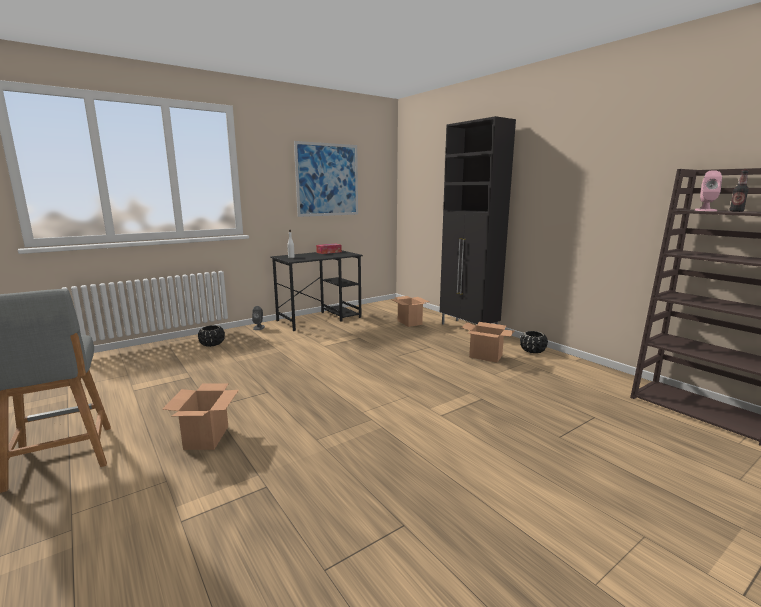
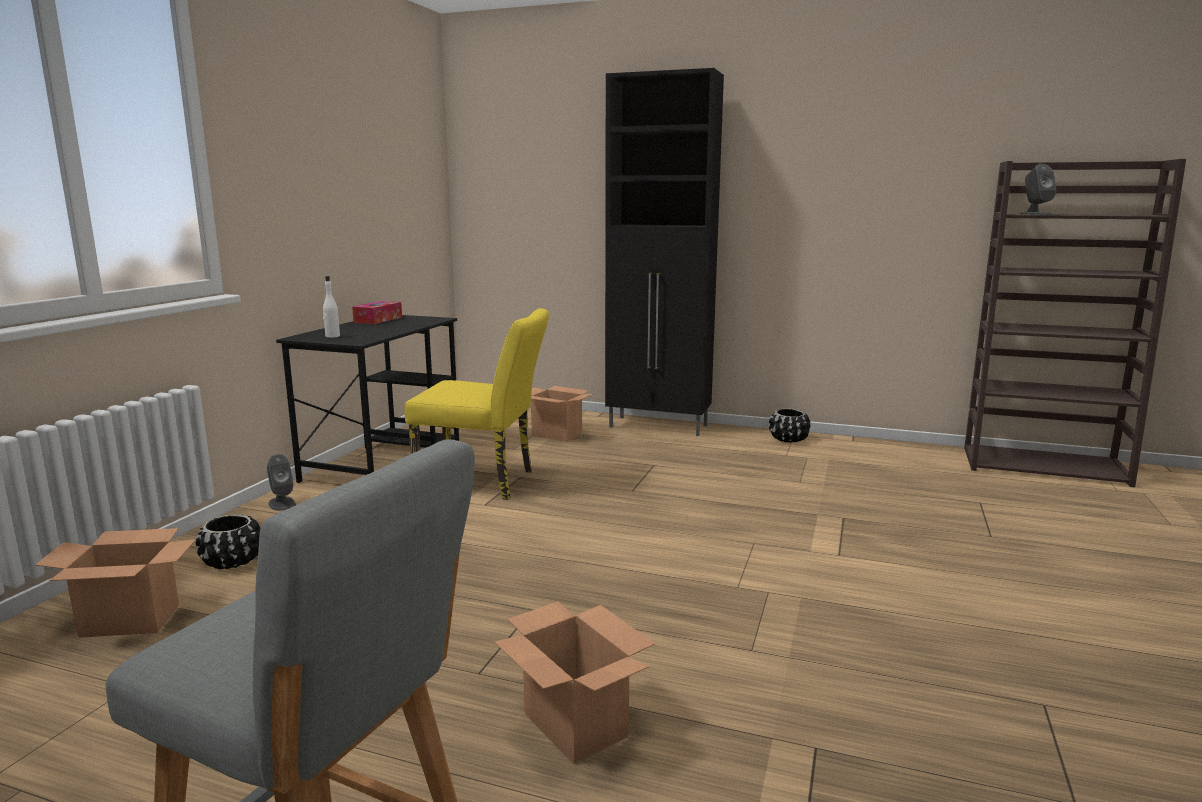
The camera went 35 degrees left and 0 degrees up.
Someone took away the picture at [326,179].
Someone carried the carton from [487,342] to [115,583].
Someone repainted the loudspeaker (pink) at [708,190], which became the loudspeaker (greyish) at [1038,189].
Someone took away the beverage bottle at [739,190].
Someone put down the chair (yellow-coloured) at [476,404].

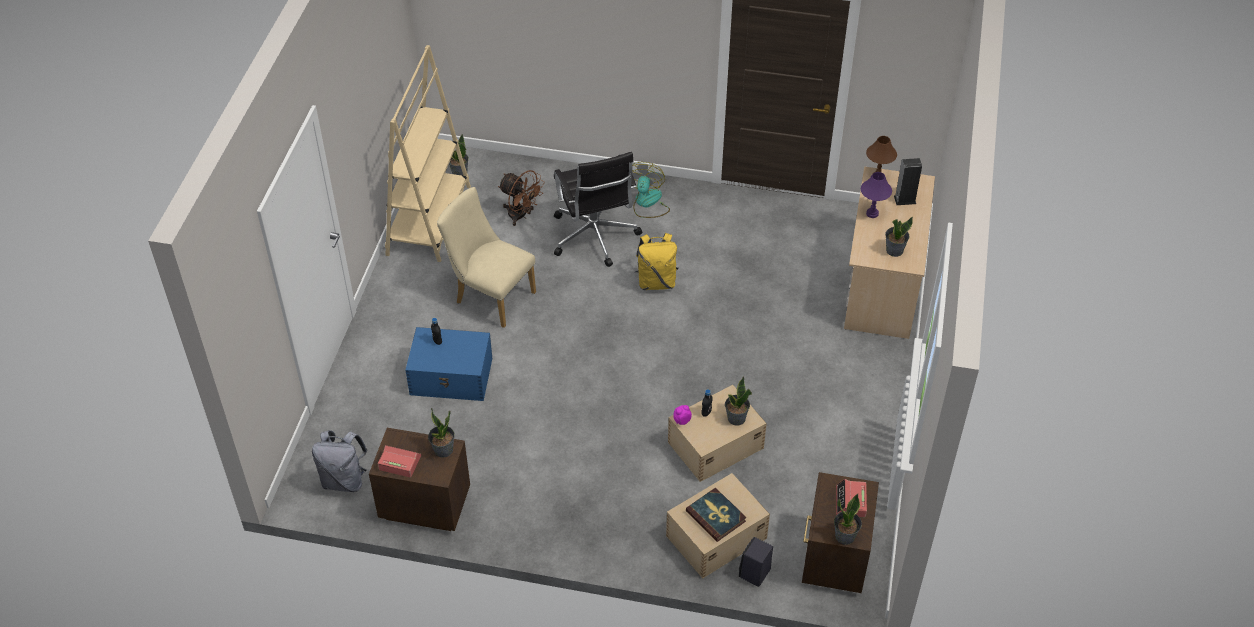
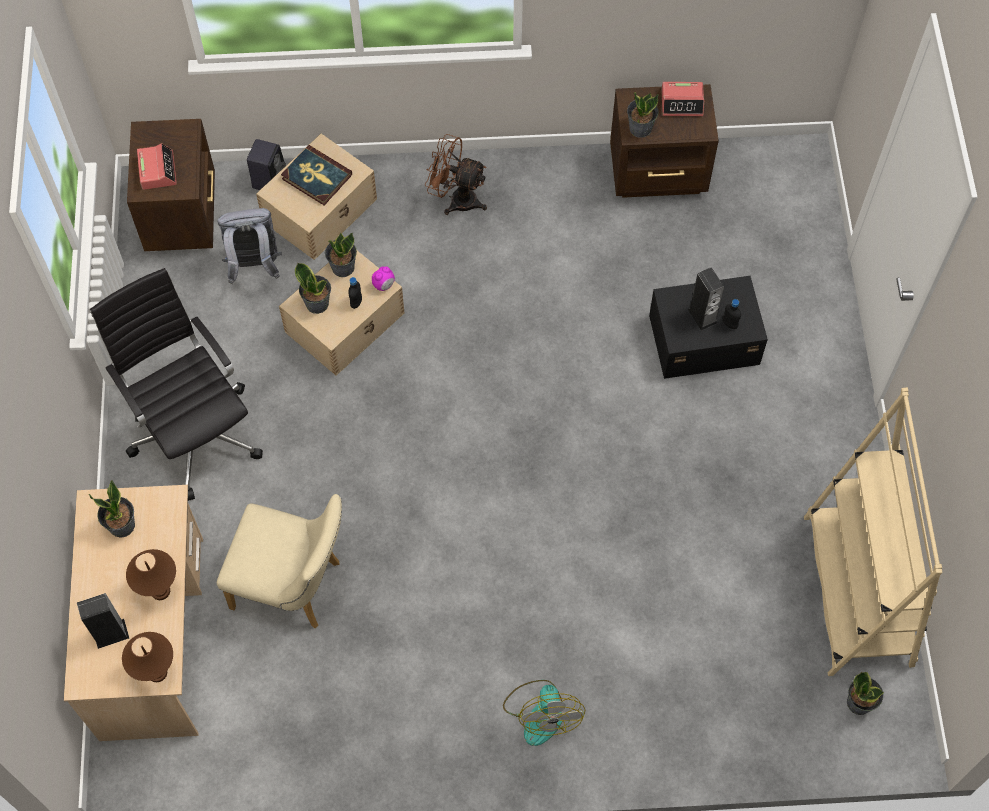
The camera went 165 degrees right and 15 degrees up.
Someone carried the rucksack (greyish) from [340,461] to [250,246].
Someone repainted the storage container (blue) at [448,364], which became the storage container (blackish) at [708,327].
Someone carried the chair (sand-coloured) from [486,257] to [279,561].
Someone carried the electric fan (brown) from [521,198] to [456,174].
Someone carried the desk chair (blackish) from [598,209] to [176,384].
Someone took away the rucksack (yellow-coloured) at [656,261].
Someone carried the potted plant from [848,519] to [341,255].
Someone repainted the table lamp (purple-coloured) at [876,195], which became the table lamp (brown) at [151,574].
Someone put down the loudspeaker at [706,299].

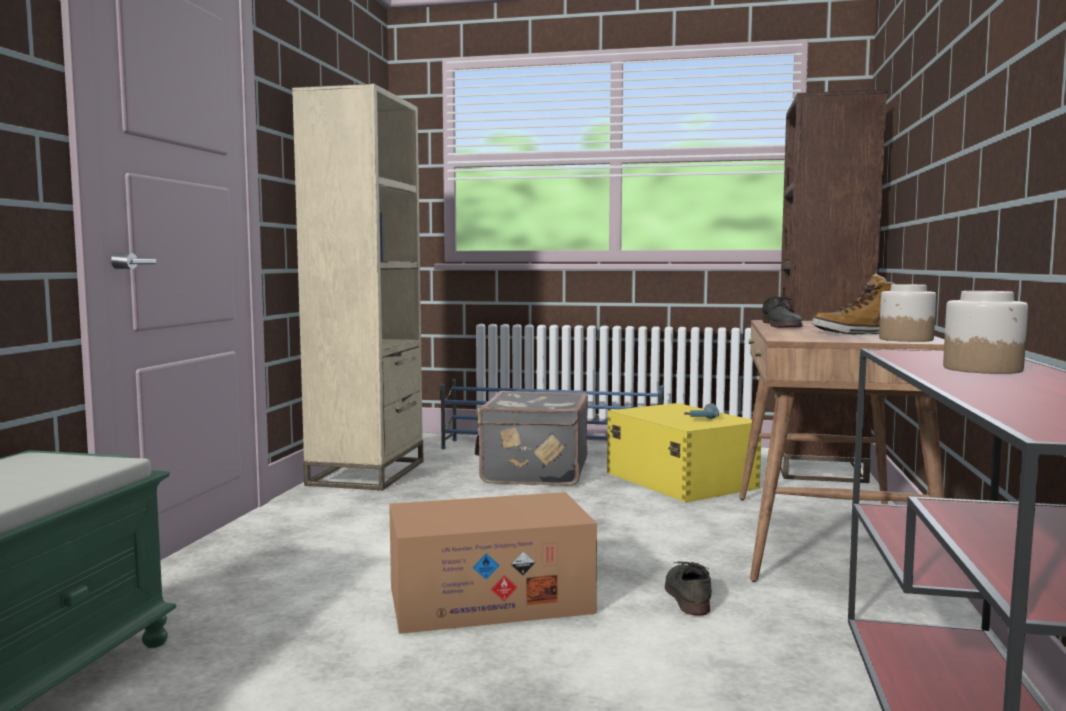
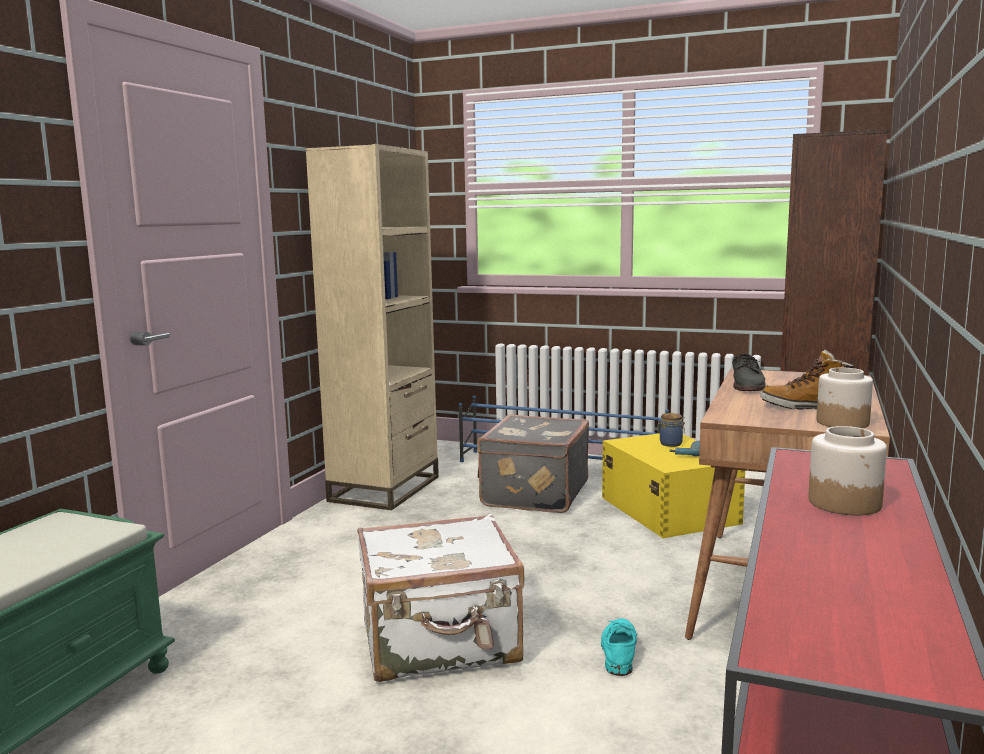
The camera went 10 degrees right and 5 degrees up.
Someone swapped the carton at [493,563] for the suitcase (white-coloured) at [441,598].
Someone repainted the item of footwear (greyish) at [688,588], which became the item of footwear (turquoise) at [619,647].
Someone put down the storage jar at [672,430].

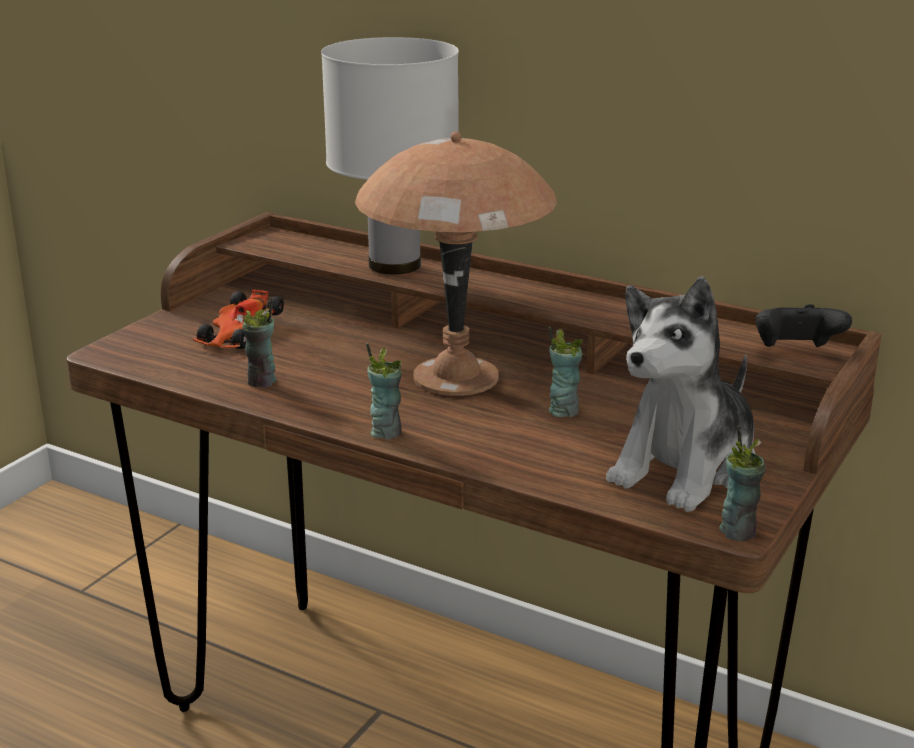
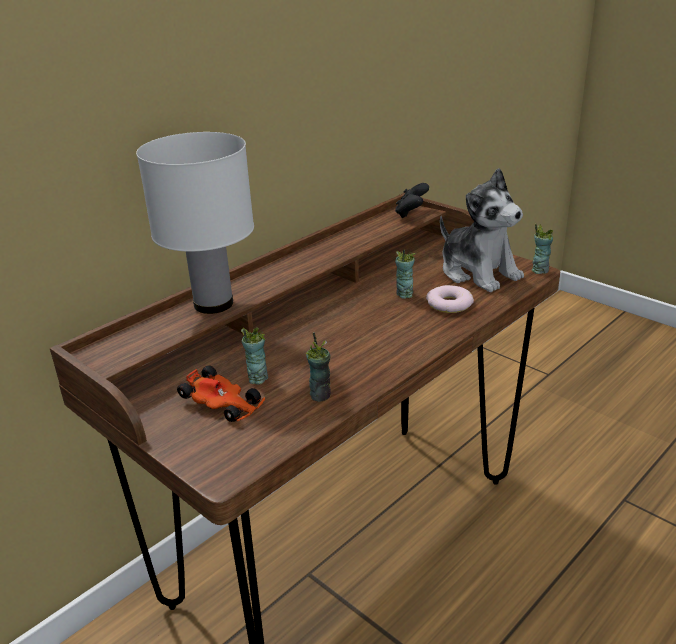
The camera went 75 degrees left and 5 degrees up.
Someone took away the table lamp (brown) at [456,264].
Someone carried the cup from [384,391] to [254,356].
Someone put down the doughnut at [450,299].

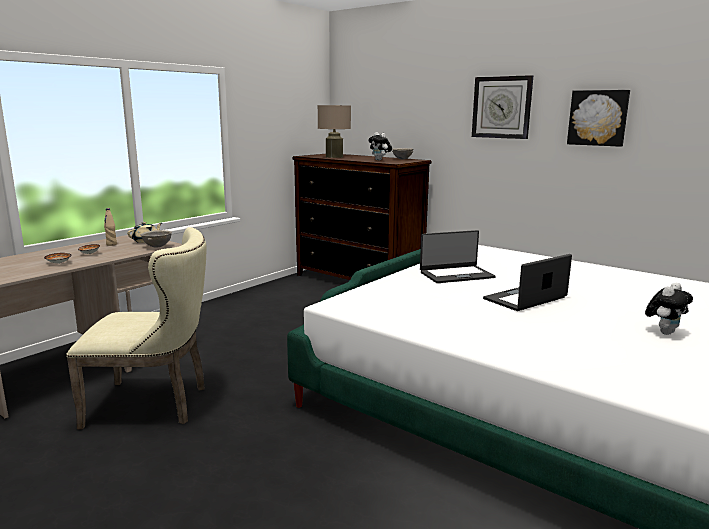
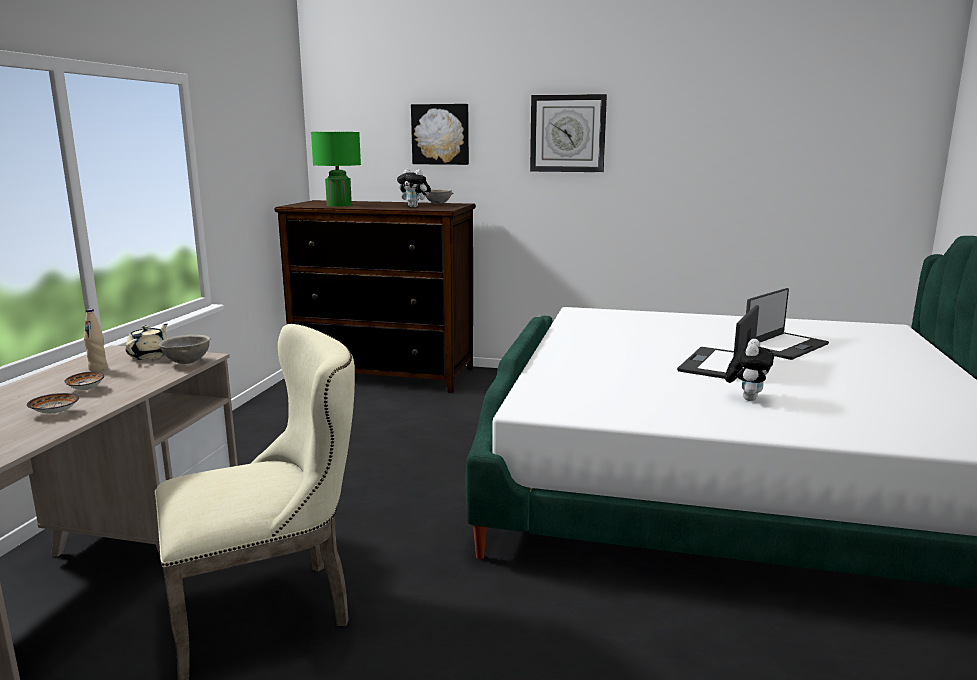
The camera went 25 degrees left and 0 degrees up.
Someone repainted the table lamp (sand-coloured) at [334,131], which became the table lamp (greenish) at [336,169].
Someone carried the notebook computer from [457,256] to [787,324].
Someone carried the picture from [598,118] to [440,134].
Someone carried the soft toy from [669,309] to [749,370].

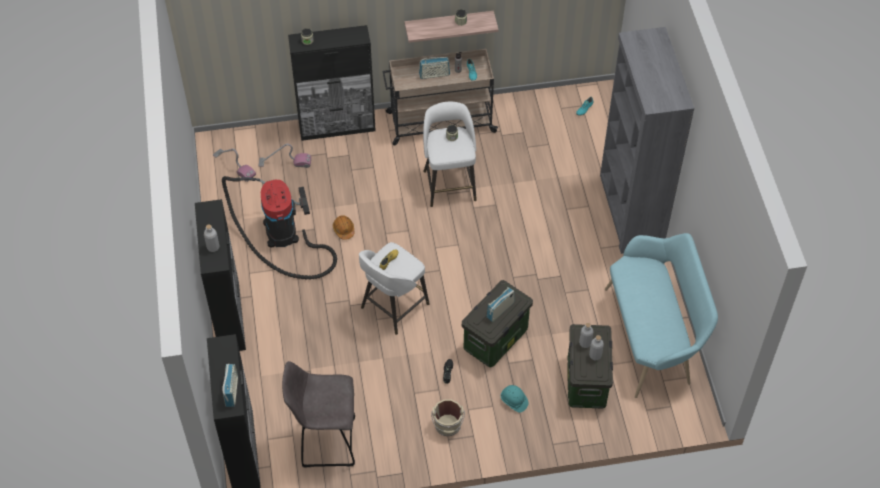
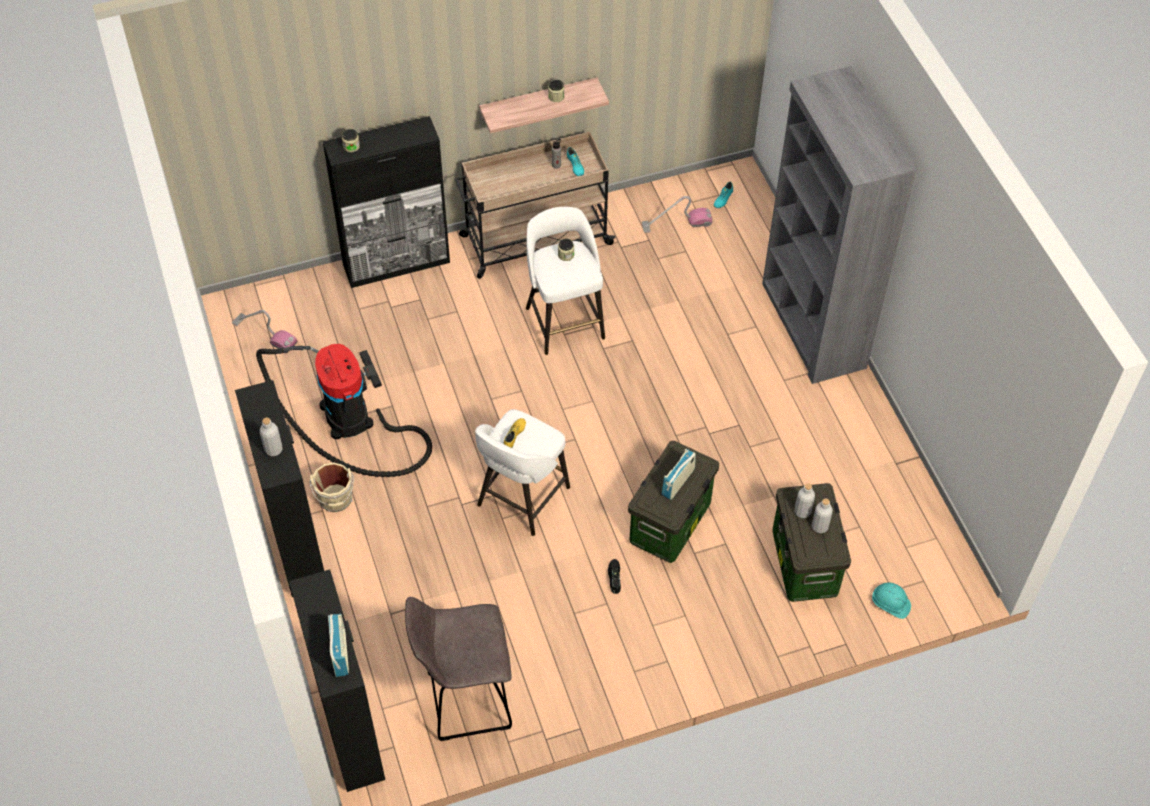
The camera went 10 degrees left and 0 degrees up.
Someone carried the vacuum cleaner from [285,156] to [677,214].
Someone took away the hard hat (orange-coloured) at [344,227].
Someone took away the radio receiver at [434,68].
Someone carried the water bucket (sand-coloured) from [448,417] to [332,487].
Someone carried the hard hat (turquoise) from [515,399] to [891,601].
Someone took away the indoor bench (turquoise) at [661,315].

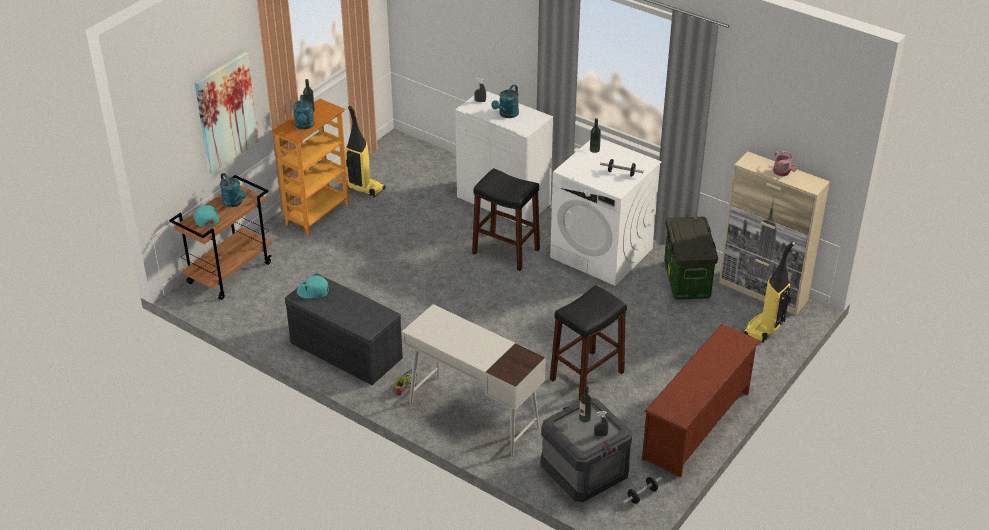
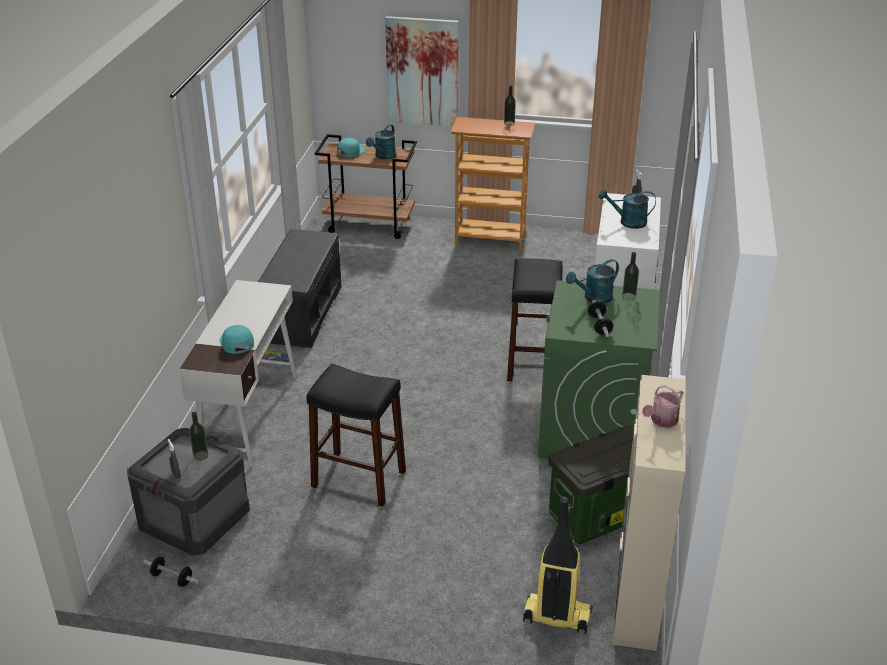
The camera went 65 degrees right and 5 degrees down.
Someone carried the watering can (turquoise) from [304,112] to [592,281].
Someone carried the baseball cap (turquoise) from [313,287] to [236,339].
Someone took away the vacuum cleaner at [365,152].
Someone repainted the laundry machine (white-coloured) at [606,212], which became the laundry machine (greenish) at [598,369].
Someone took away the shoe stand (brown) at [701,400].

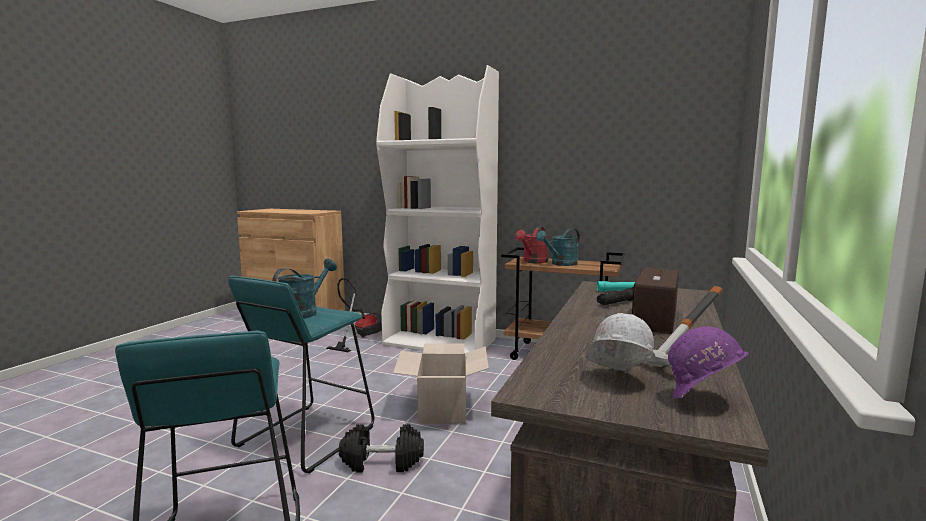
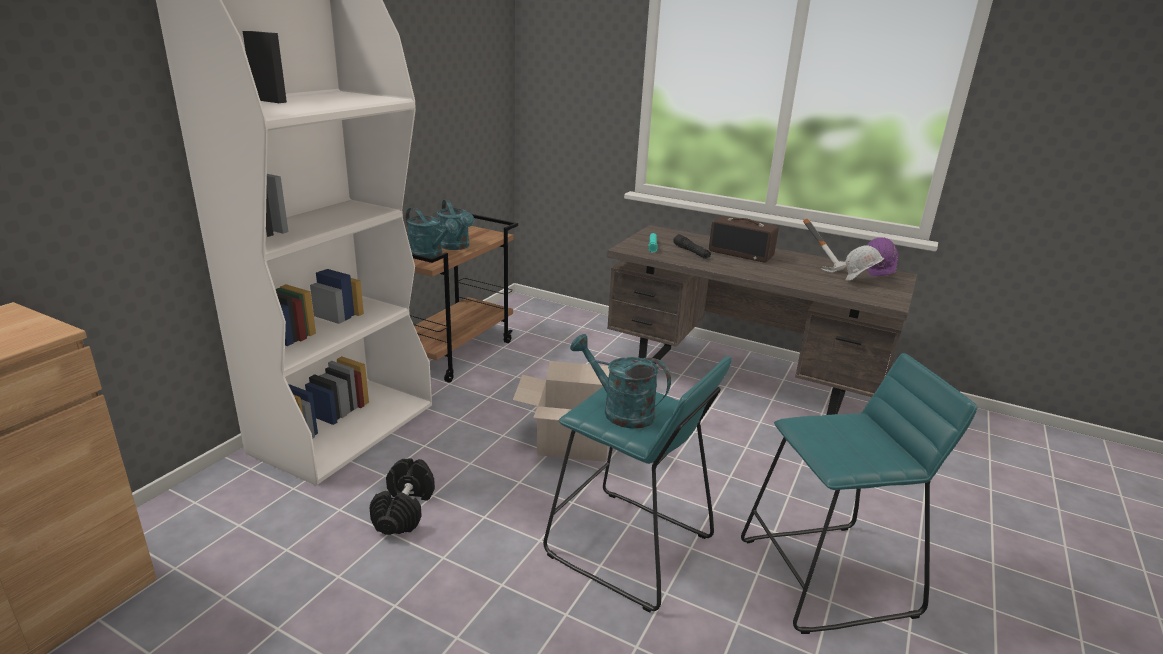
The camera went 85 degrees left and 15 degrees up.
Someone took away the vacuum cleaner at [354,315].
Someone carried the free weight (blackish) from [381,448] to [402,496].
Someone repainted the watering can (red-coloured) at [531,245], which became the watering can (turquoise) at [432,232].

